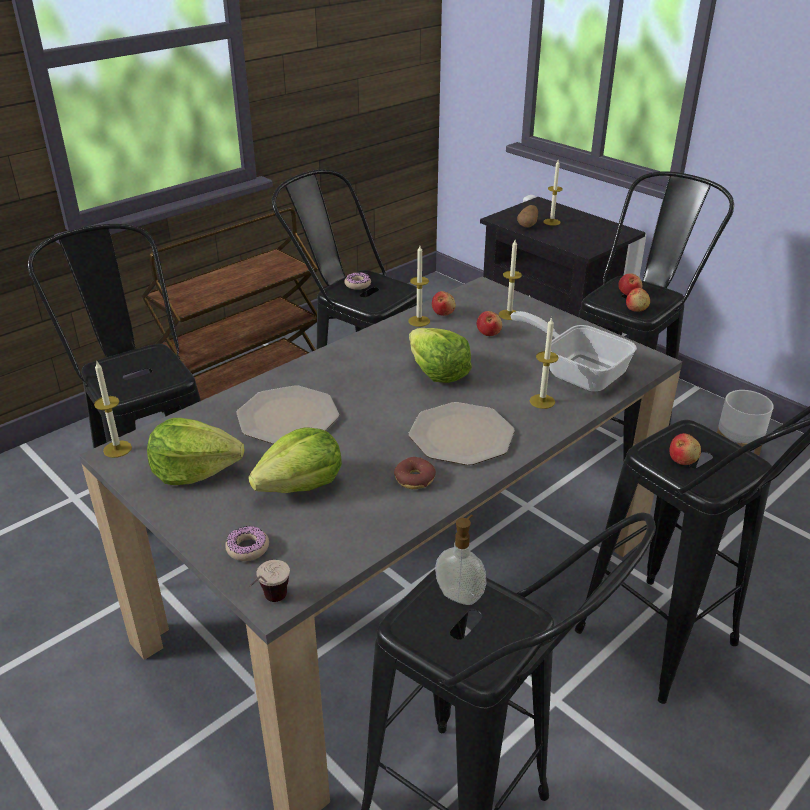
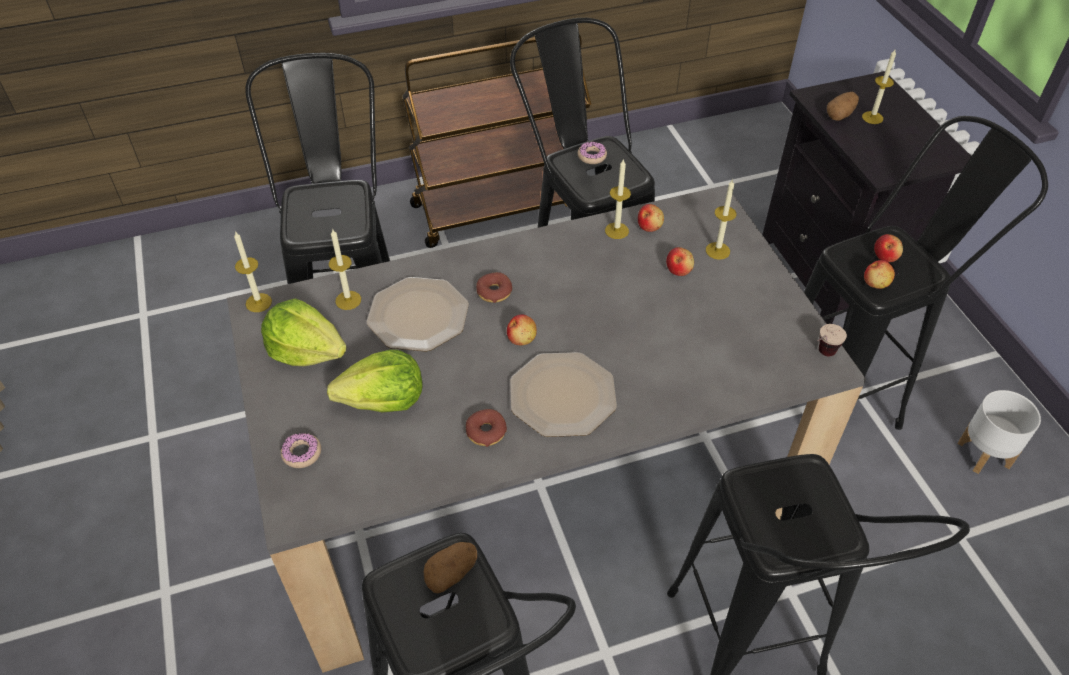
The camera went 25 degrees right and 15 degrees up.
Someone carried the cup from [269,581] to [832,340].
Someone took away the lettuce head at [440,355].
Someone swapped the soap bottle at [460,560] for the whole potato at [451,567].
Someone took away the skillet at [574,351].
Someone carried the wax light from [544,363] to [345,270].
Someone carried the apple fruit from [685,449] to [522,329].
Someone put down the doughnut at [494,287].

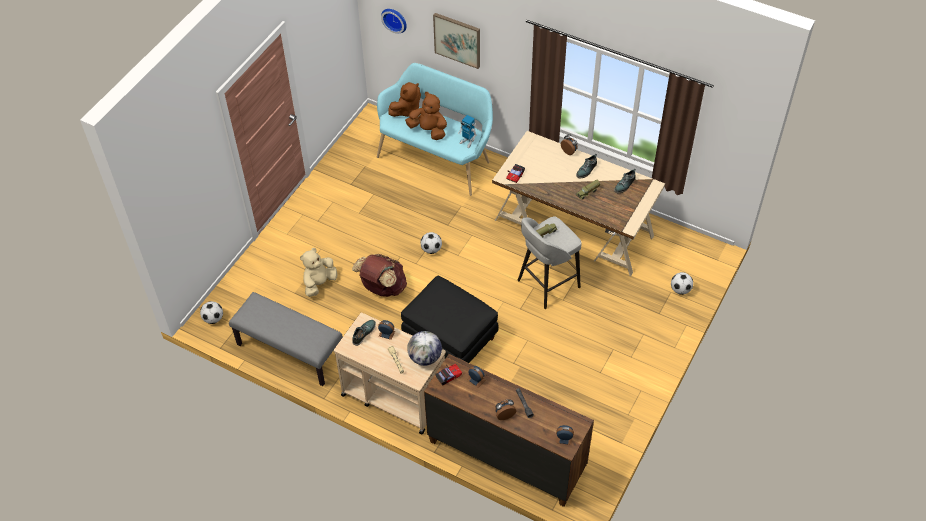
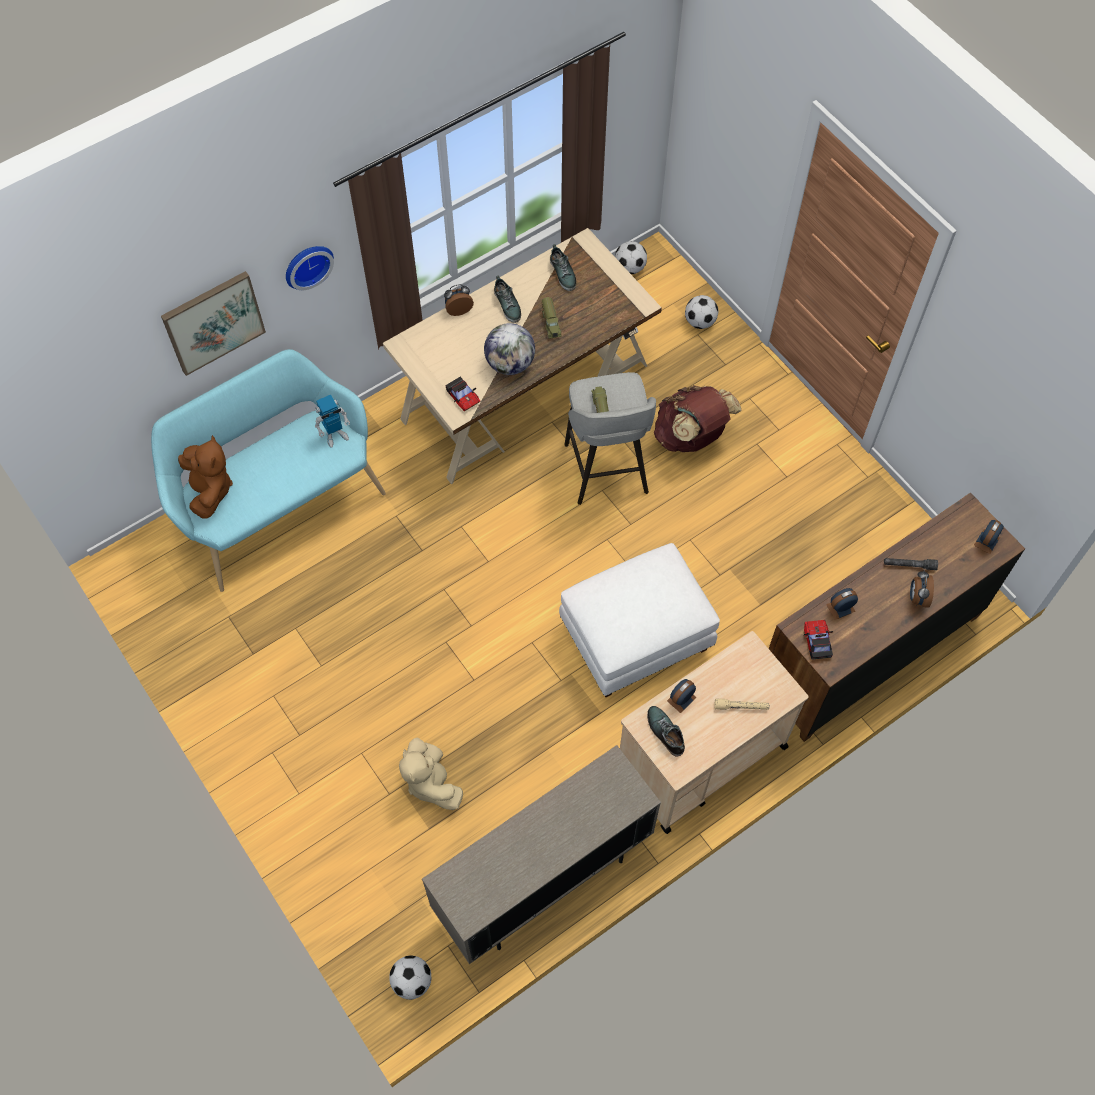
The camera went 65 degrees left and 10 degrees up.
Someone swapped the indoor bench (greyish) at [286,339] for the storage cabinet (sand-coloured) at [541,854].
Someone carried the rucksack (brown) from [379,275] to [697,418].
Someone carried the wall clock from [394,21] to [310,268].
Someone repainted the footrest (blackish) at [450,319], which became the footrest (white-coloured) at [639,620].
Someone took away the soft toy (brown) at [426,116].
Someone carried the desk globe from [424,348] to [509,349].
Someone carried the football from [431,243] to [631,257].

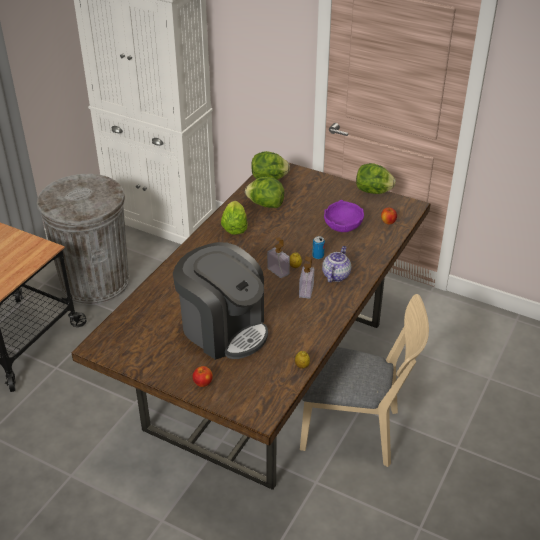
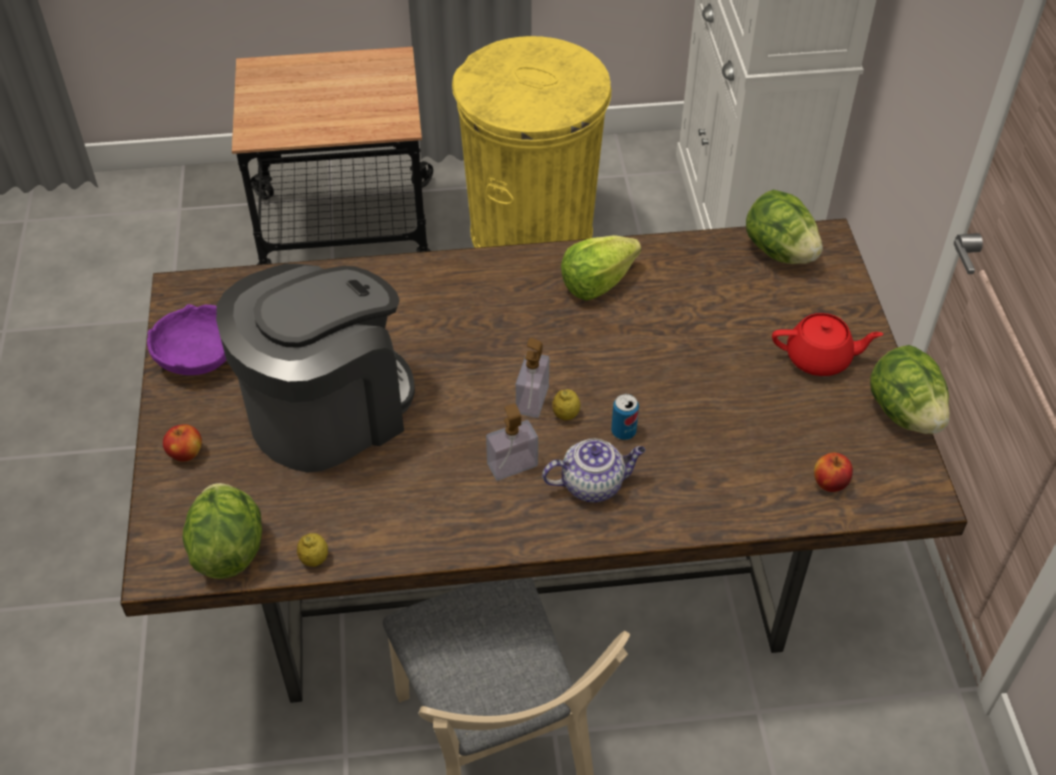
The camera went 55 degrees right and 10 degrees up.
Someone repainted the trash can (greyish) at [83,239], which became the trash can (yellow-coloured) at [531,142].
Someone rotated the coffee maker at [220,301] by 135 degrees counterclockwise.
Someone carried the lettuce head from [264,192] to [222,531].
Someone carried the deep dish (purple-coloured) from [344,216] to [187,339].
Someone put down the tea pot (red-coloured) at [827,344].

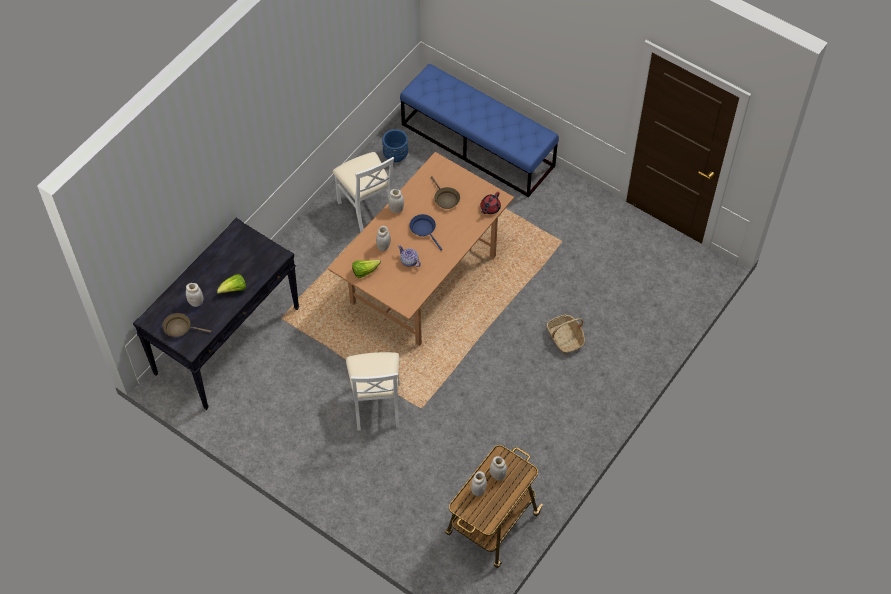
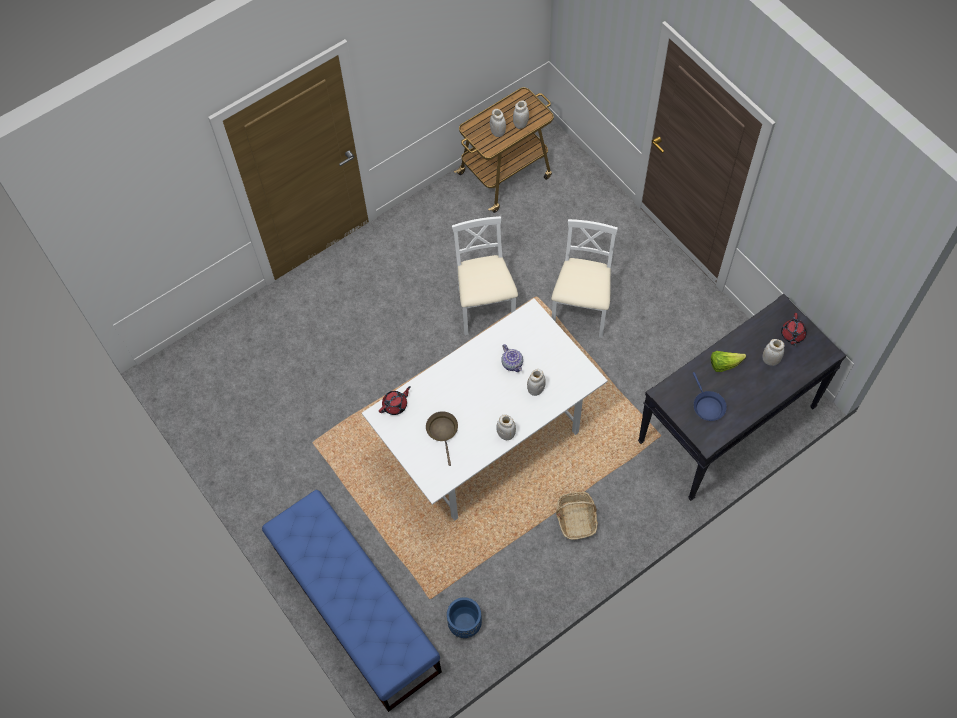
The camera went 160 degrees left and 5 degrees up.
Someone swapped the skillet (brown) at [187,325] for the tea pot (red-coloured) at [794,329].
Someone repainted the dining table (brown) at [421,249], which became the dining table (white-coloured) at [485,409].
Someone carried the chair (white-coloured) from [363,192] to [485,275].
Someone took away the lettuce head at [366,269].
Someone carried the skillet (blue) from [425,232] to [710,396].
Someone carried the storage basket from [566,333] to [577,516].

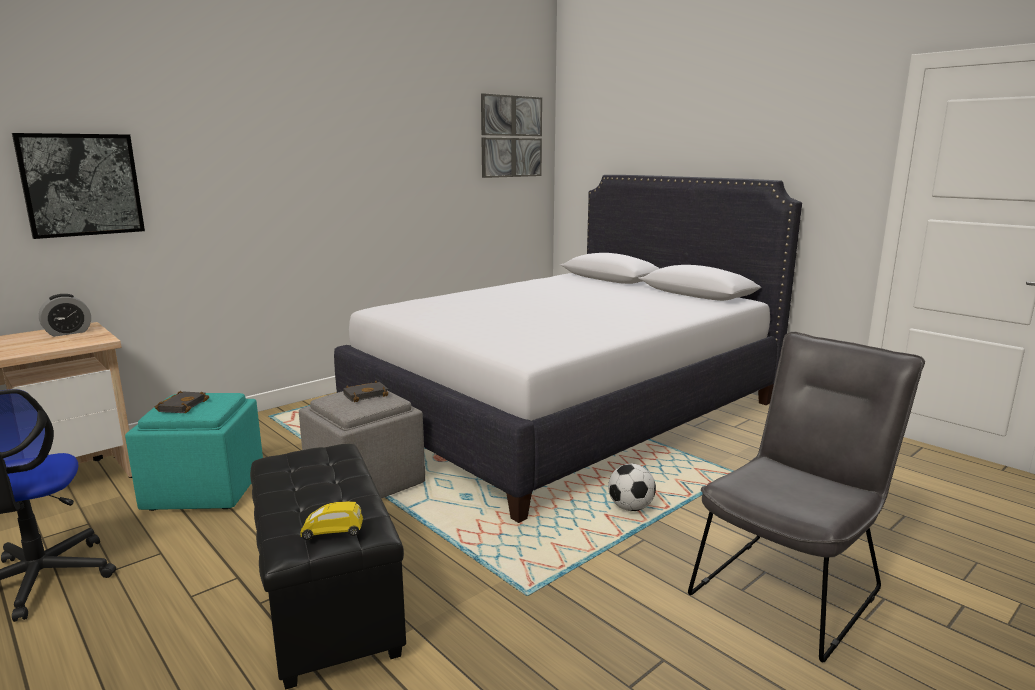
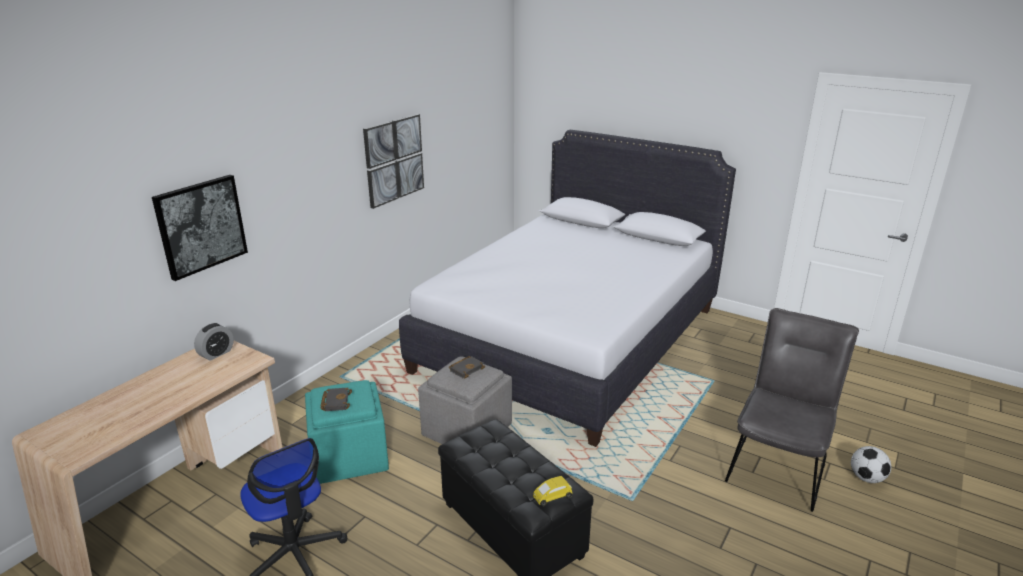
The camera went 15 degrees left and 10 degrees up.
Someone carried the picture from [511,135] to [393,161].
Someone carried the football from [632,487] to [871,464].

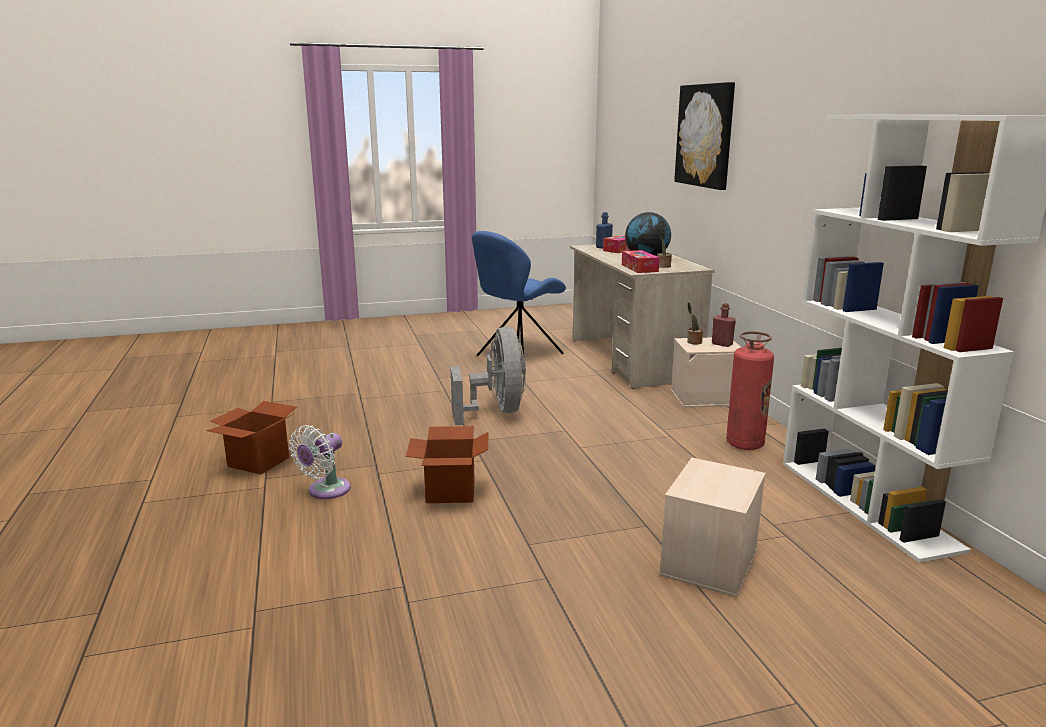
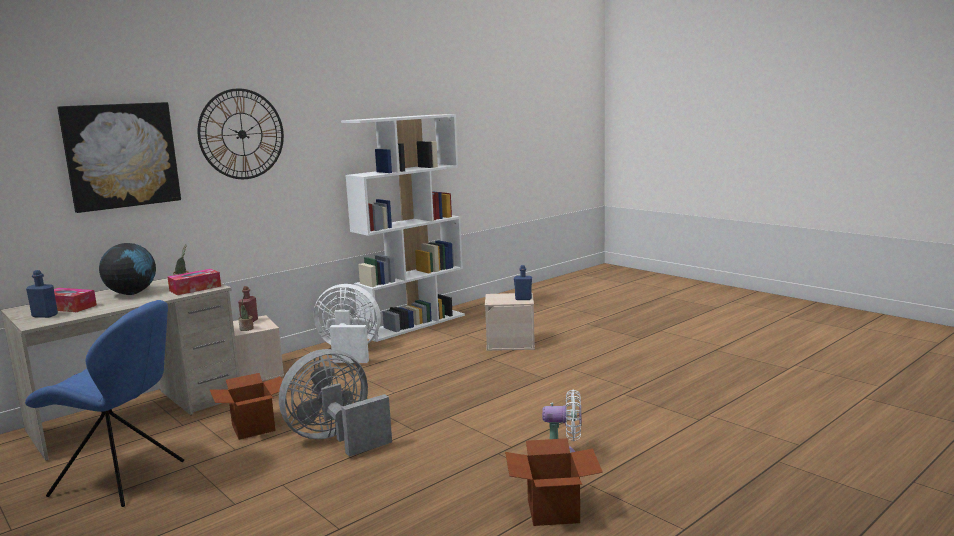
The camera went 115 degrees left and 5 degrees down.
Someone carried the carton from [447,464] to [246,406].
Someone swapped the extinguisher at [750,390] for the electric fan (white-coloured) at [347,323].
Someone put up the wall clock at [241,133].
Someone put down the beverage bottle (blue) at [523,282].

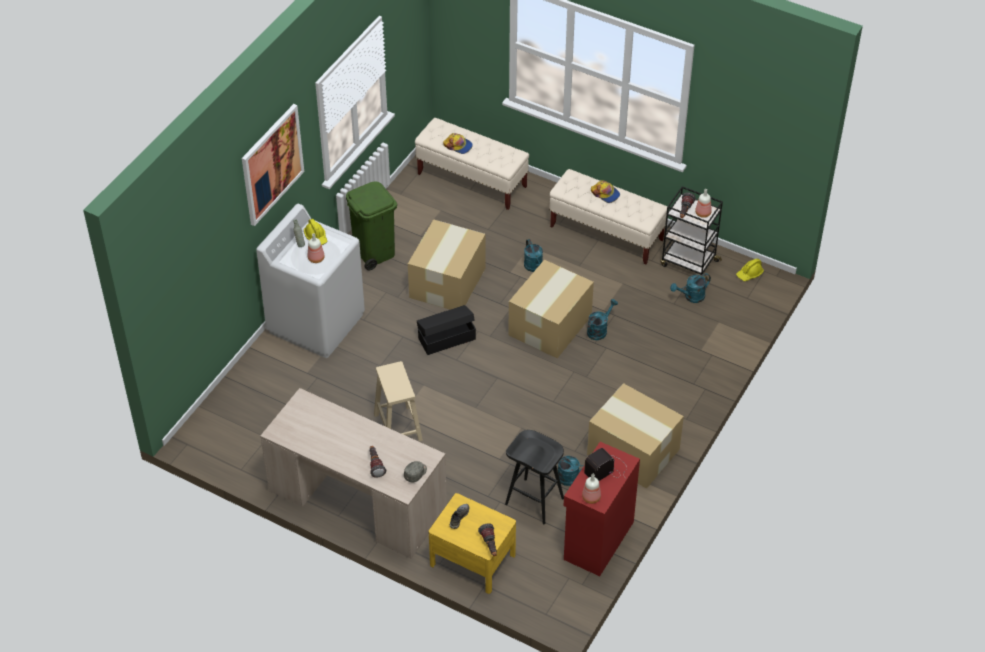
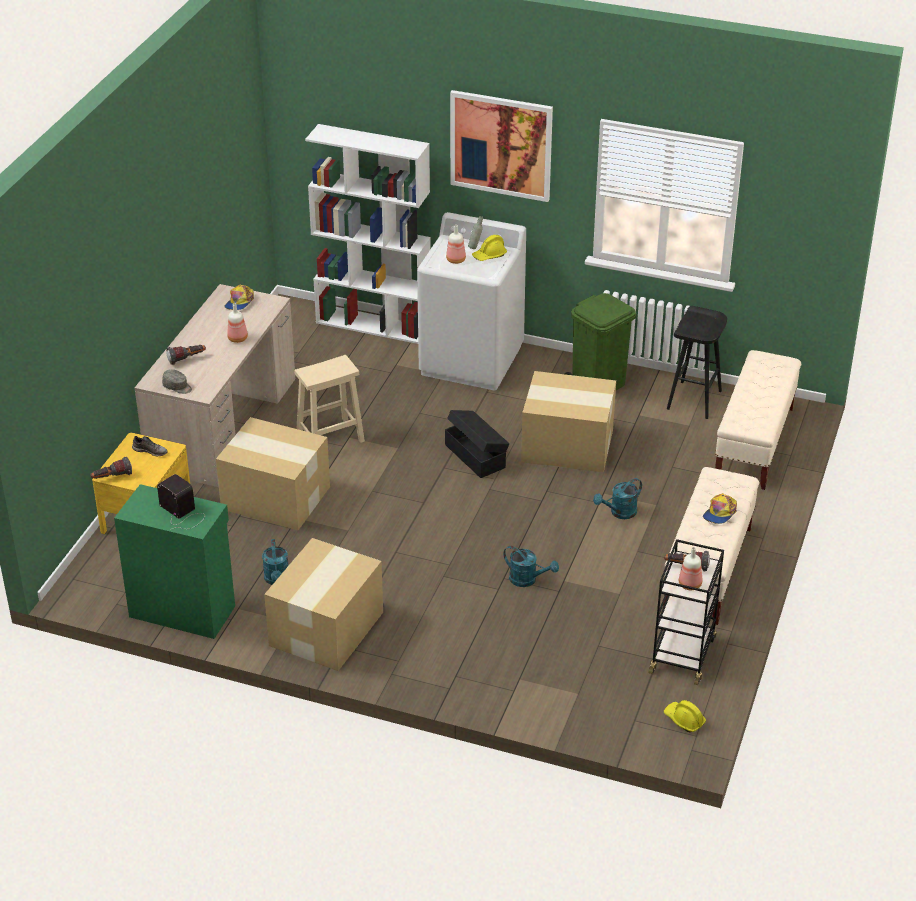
The camera went 80 degrees right and 10 degrees down.
Someone carried the baseball cap from [458,143] to [239,297].
Someone carried the stool seat (blackish) from [534,477] to [697,362].
Someone carried the carton from [551,309] to [273,473].
Someone repainted the storage cabinet (red-coloured) at [602,509], which became the storage cabinet (greenish) at [174,561].
Someone carried the beverage bottle from [591,489] to [237,323].
Someone took away the watering can (turquoise) at [690,288].
Someone put down the bookcase (white-coloured) at [368,234].

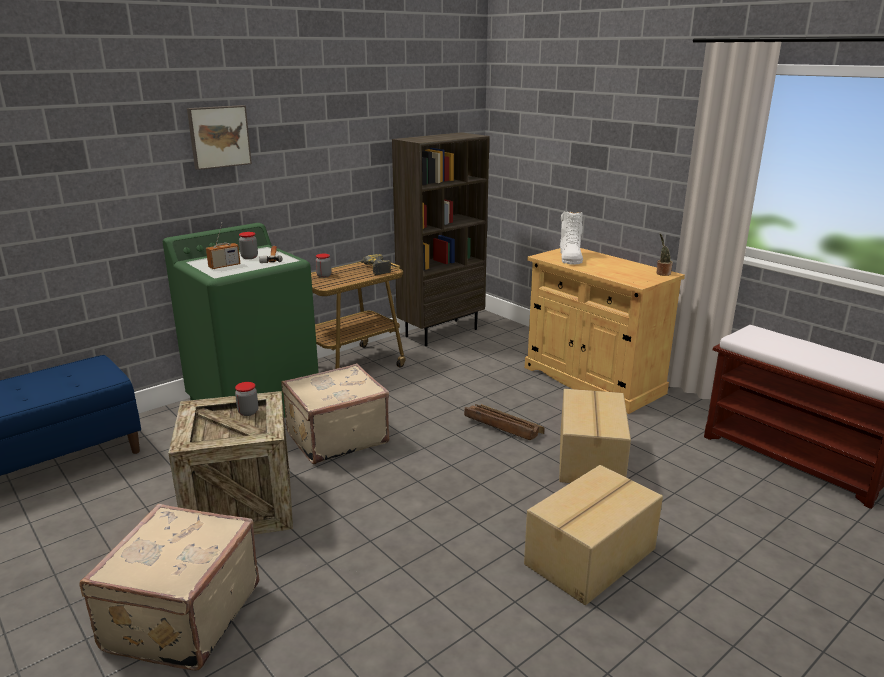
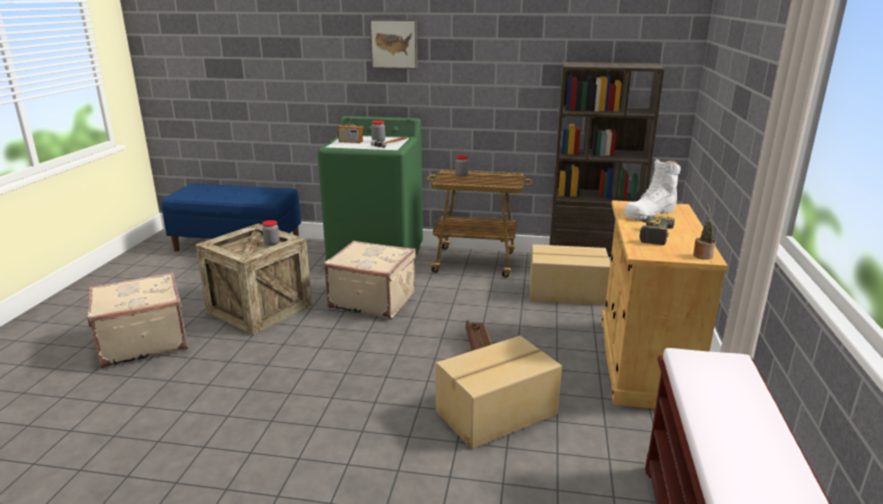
The camera went 50 degrees right and 0 degrees up.
Someone carried the power drill from [373,264] to [655,230].
Someone carried the carton from [593,535] to [570,275].

